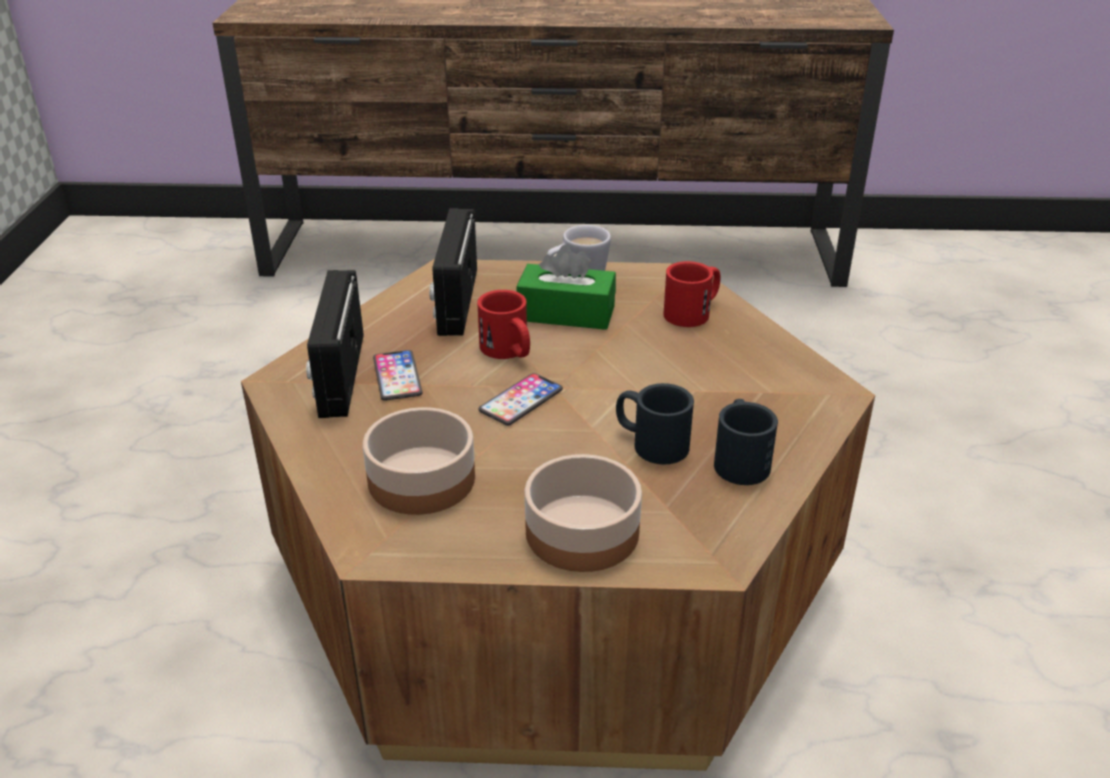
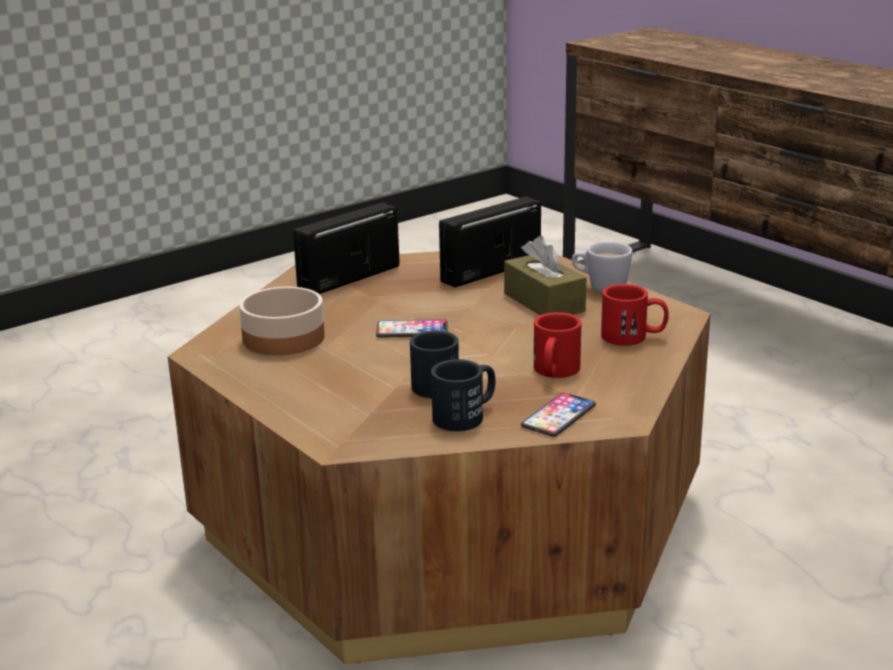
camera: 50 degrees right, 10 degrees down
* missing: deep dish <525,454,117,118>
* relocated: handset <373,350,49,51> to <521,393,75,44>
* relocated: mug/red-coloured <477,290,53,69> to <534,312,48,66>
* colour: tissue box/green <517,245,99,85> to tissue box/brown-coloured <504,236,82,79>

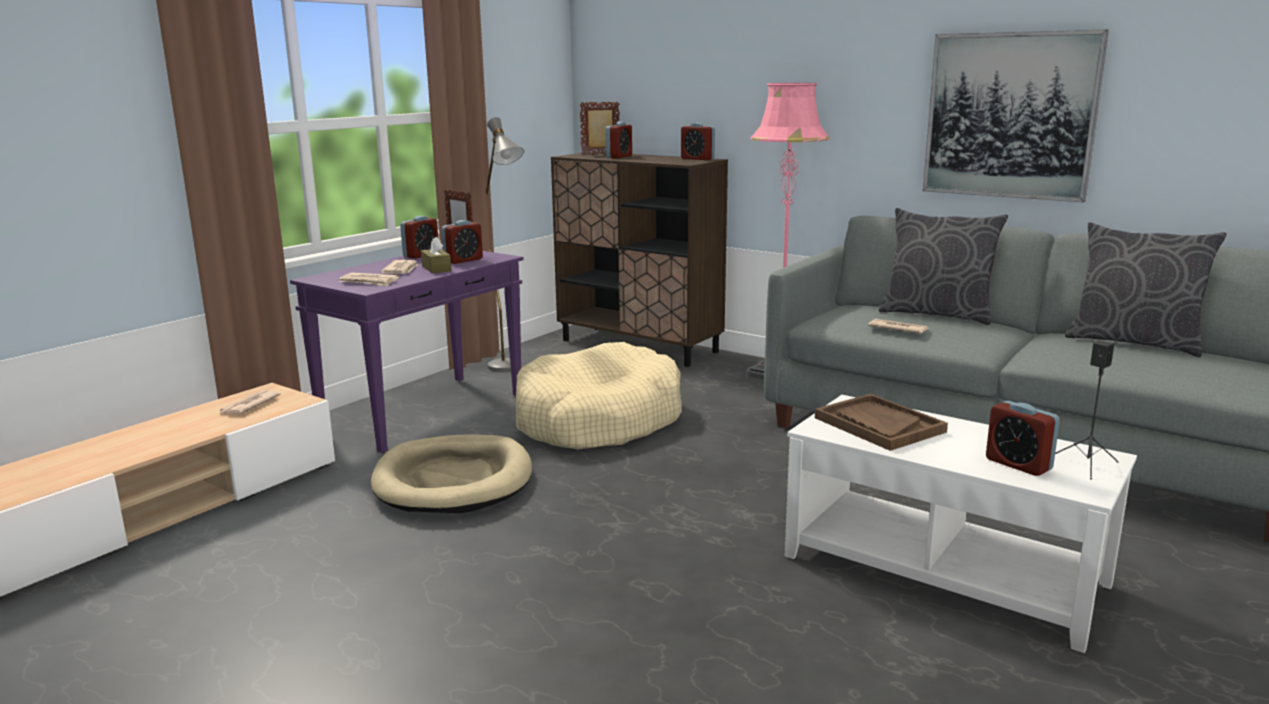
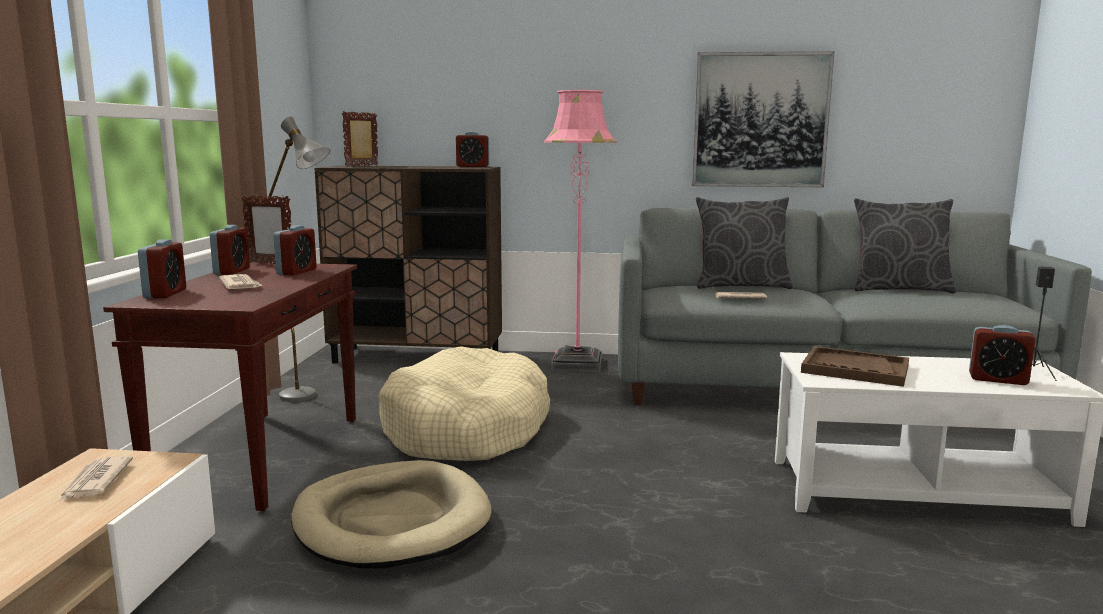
camera: 30 degrees left, 5 degrees down
* missing: newspaper <339,272,60,14>
* missing: tissue box/brown-coloured <421,237,30,36>
* relocated: table clock <606,122,26,36> to <138,239,48,59>
* colour: narrow table/purple <290,247,234,206> to narrow table/brown-coloured <103,262,254,250>

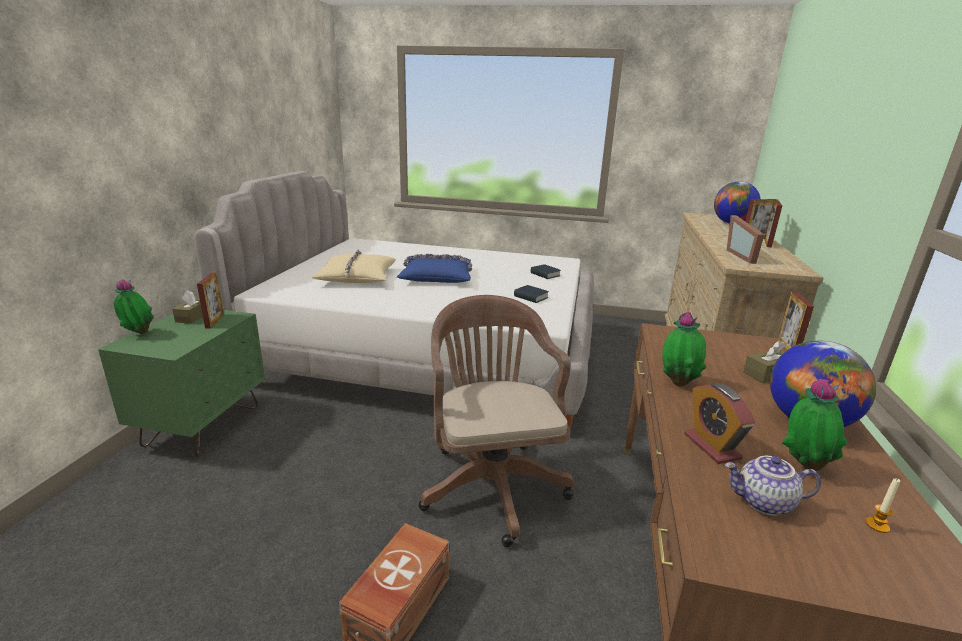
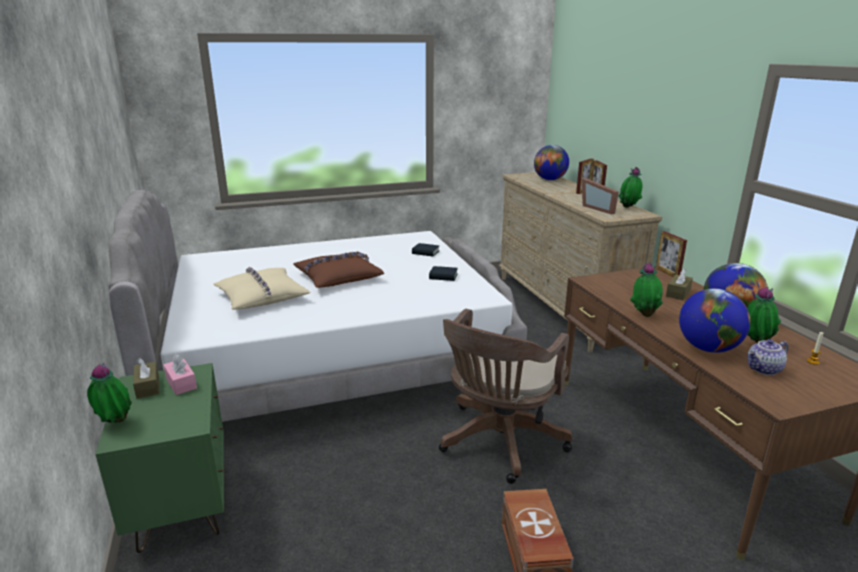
camera: 30 degrees left, 0 degrees up
* appeared: plant in a pot <618,167,24,41>
* exchanged: standing frame <197,272,27,56> to tissue box/pink-coloured <163,354,34,41>
* exchanged: table clock <684,383,71,81> to desk globe <679,289,71,64>
* colour: pillow/bluish <397,254,75,29> to pillow/brown-coloured <293,251,91,37>
* spun: office chair/brown-coloured <419,295,154,252> = <439,309,133,175> 105 degrees counterclockwise

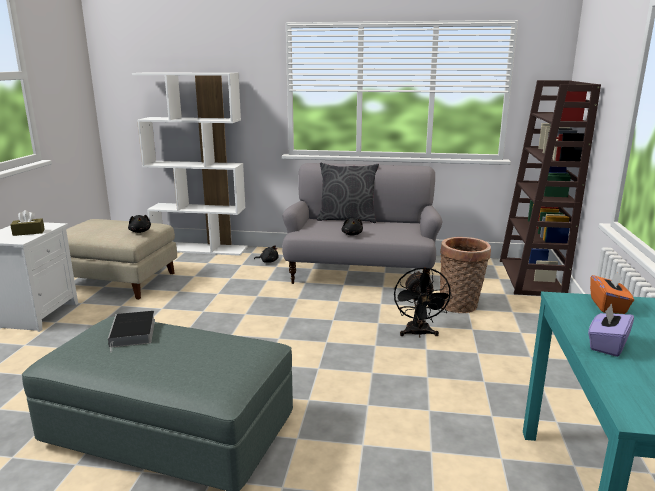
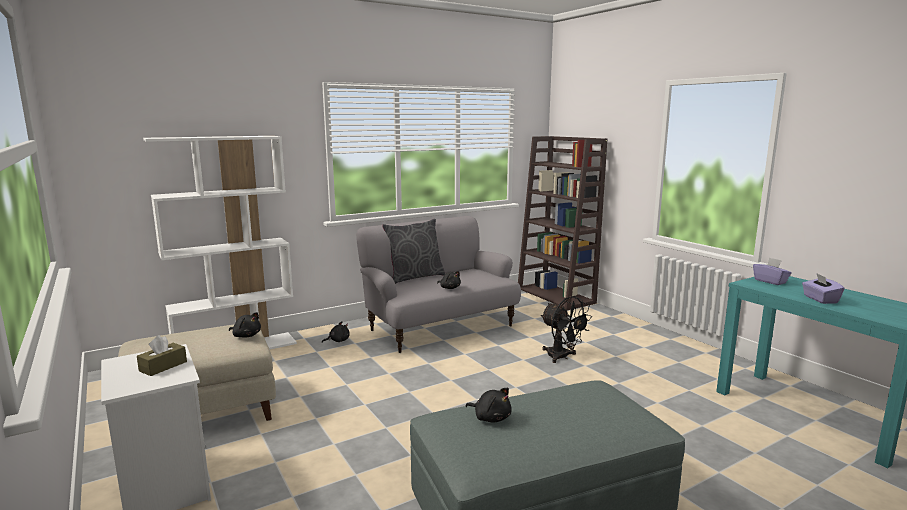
camera: 40 degrees left, 5 degrees down
* missing: household basket <440,237,51,76>
* exchanged: book <108,311,47,42> to plush toy/black-coloured <466,388,46,34>
* colour: tissue box/orangey <590,271,44,43> to tissue box/purple <753,257,38,28>

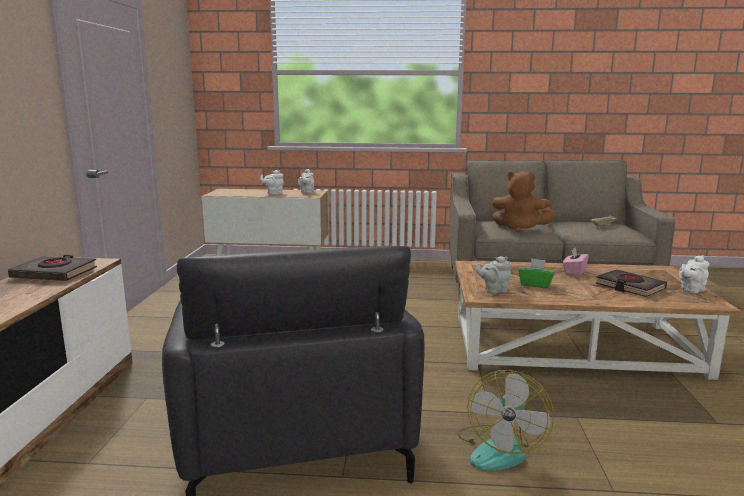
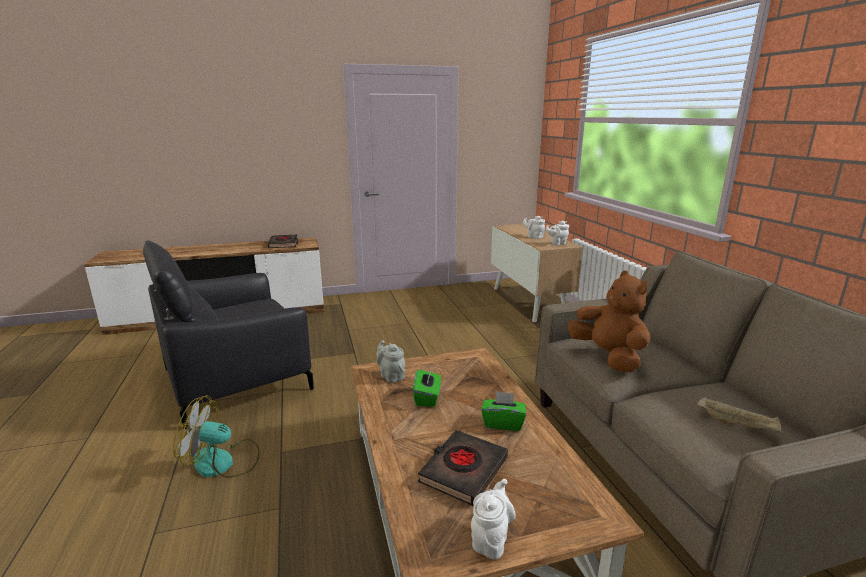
camera: 70 degrees right, 5 degrees up
* colour: tissue box/pink-coloured <563,247,26,29> to tissue box/green <481,391,45,40>
* spun: plush toy/brown-coloured <492,172,64,60> = <568,271,82,101> 150 degrees clockwise
* spun: teapot/white-coloured <679,255,30,38> = <471,479,45,81> 75 degrees clockwise

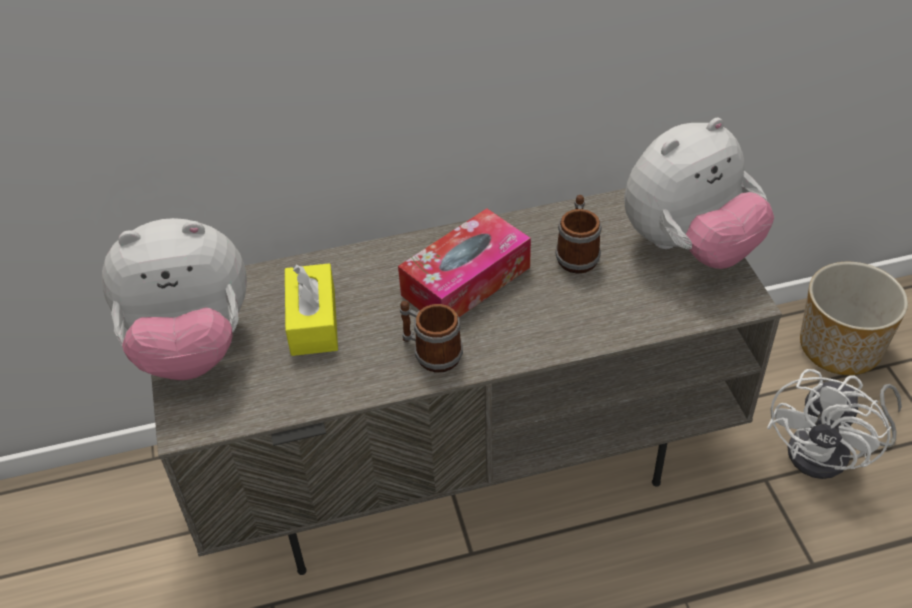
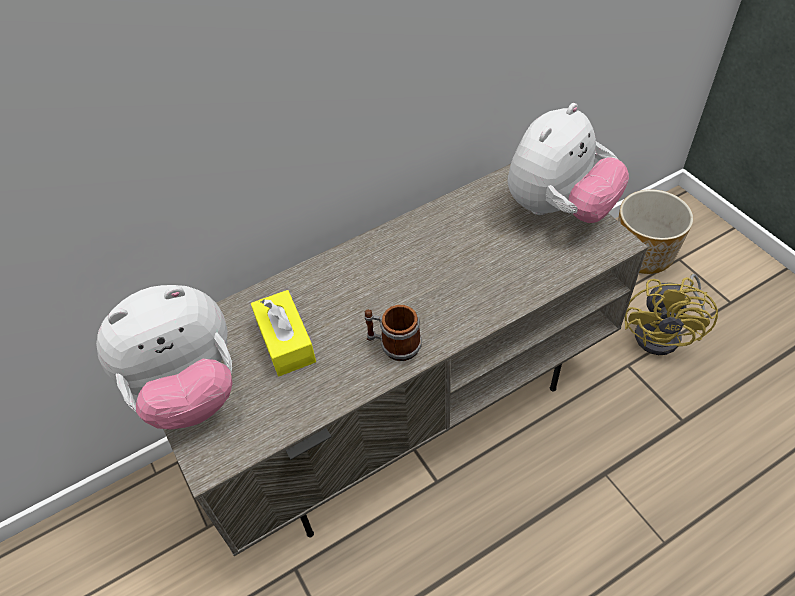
camera: 15 degrees left, 5 degrees up
* missing: tissue box <398,208,133,109>
* missing: mug <555,195,47,79>
* colour: electric fan/white-coloured <767,369,135,110> to electric fan/yellow-coloured <625,274,93,81>

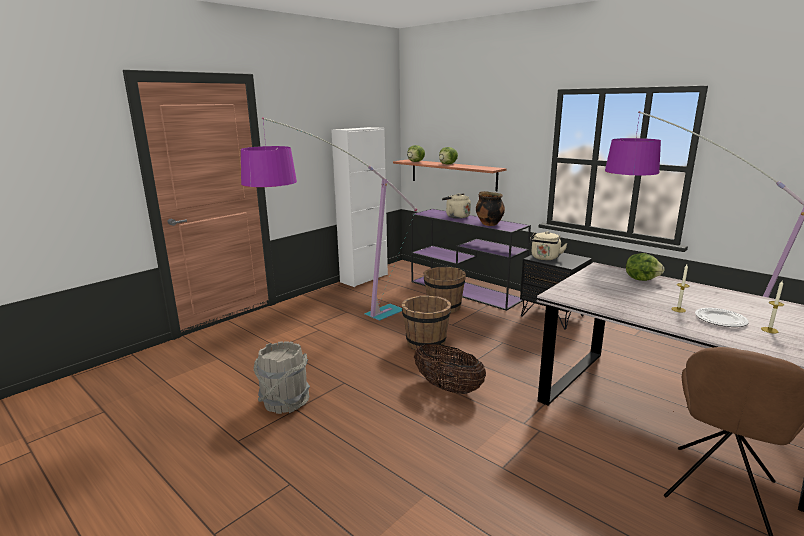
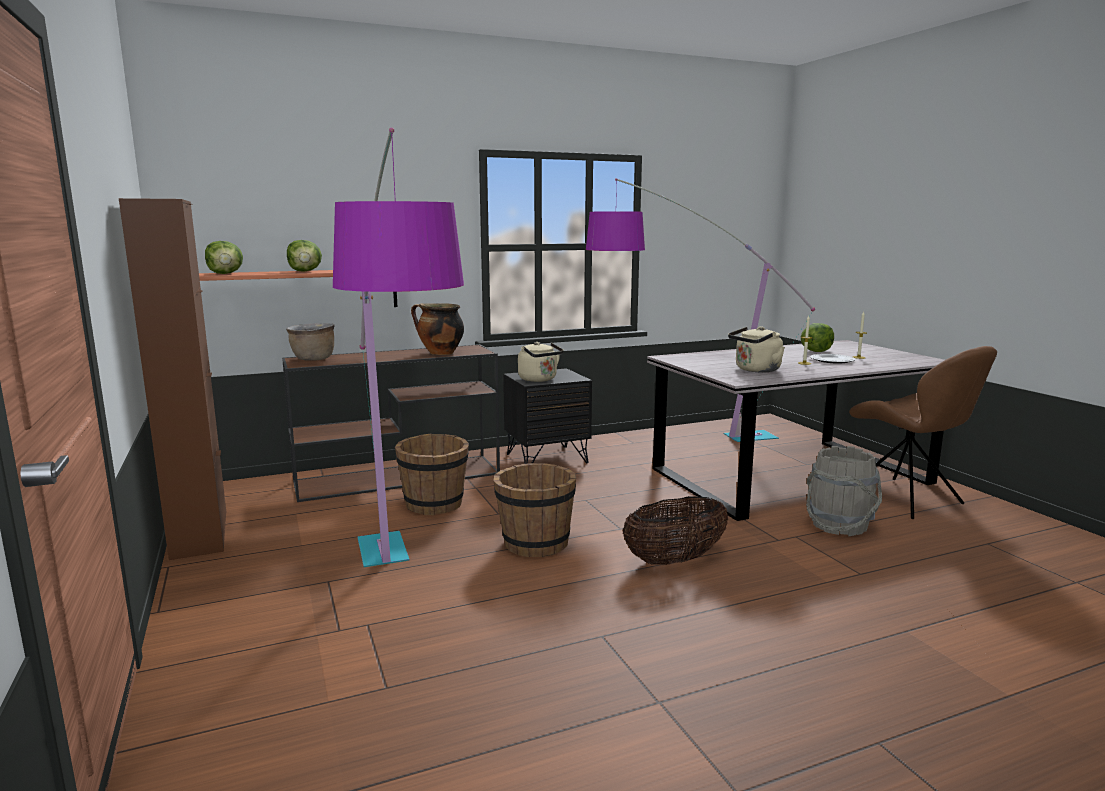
camera: 65 degrees left, 5 degrees down
* appeared: saucepot/brown-coloured <286,323,49,38>
* relocated: water bucket/greyish <253,341,57,73> to <806,446,76,90>
* relocated: tea kettle/beige <442,193,29,26> to <728,326,57,46>
* relocated: lettuce <626,253,39,28> to <801,323,33,29>
* colour: storage cabinet/white-coloured <331,127,57,160> to storage cabinet/brown-coloured <119,198,107,362>
* colour: narrow table/purple <411,209,120,102> to narrow table/brown-coloured <282,344,218,158>

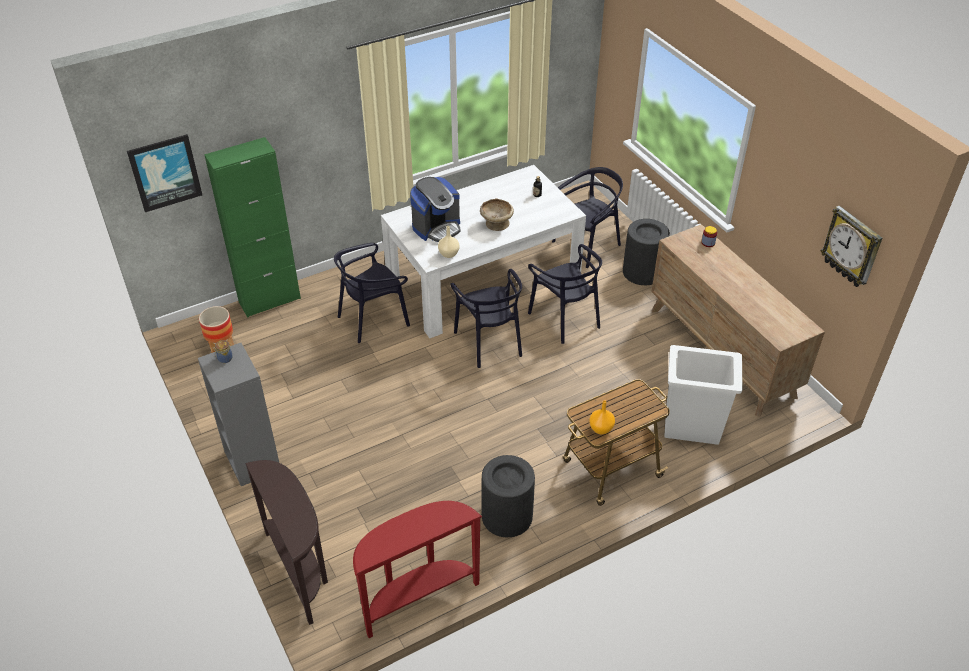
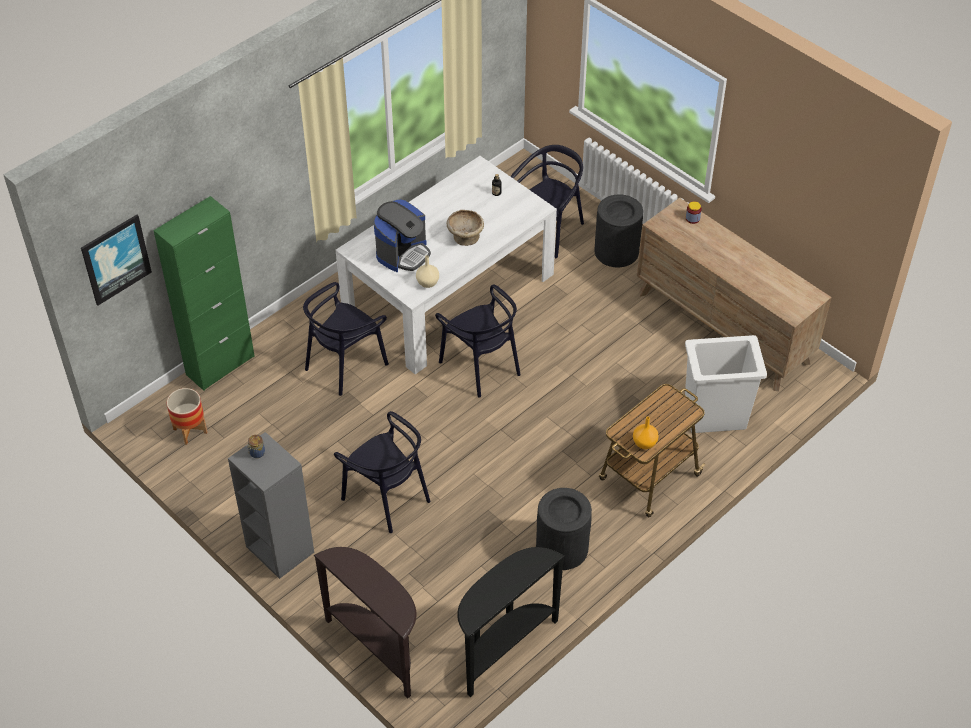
camera: 15 degrees left, 5 degrees up
* missing: wall clock <820,206,62,81>
* relocated: upright chair/black-coloured <528,244,74,100> to <334,411,96,122>
* colour: narrow table/red-coloured <353,501,129,137> to narrow table/black-coloured <457,547,108,150>

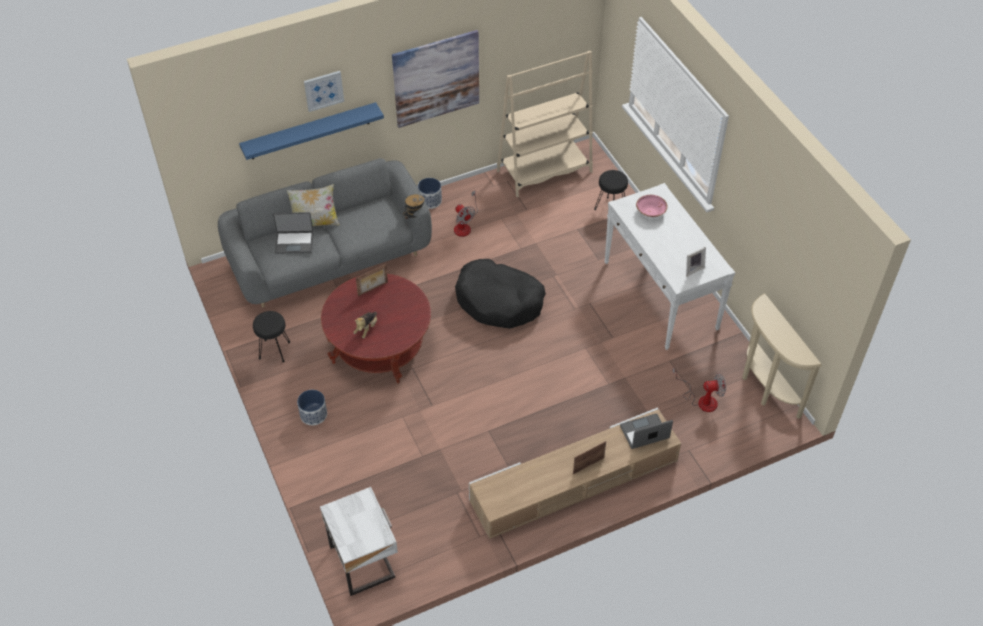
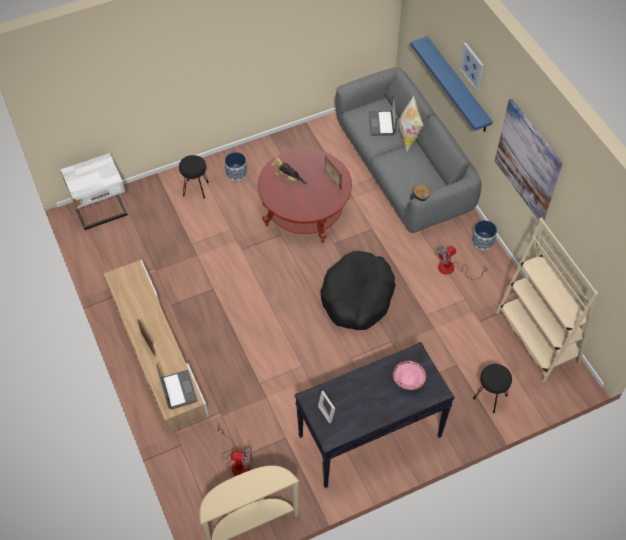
camera: 90 degrees right, 5 degrees up
* relocated: stool seat/black-coloured <253,311,37,51> to <179,155,30,43>
* colour: narrow table/white-coloured <605,183,130,167> to narrow table/black-coloured <295,342,159,146>
* spun: electric fan <673,367,53,45> = <217,425,35,51> 75 degrees counterclockwise

